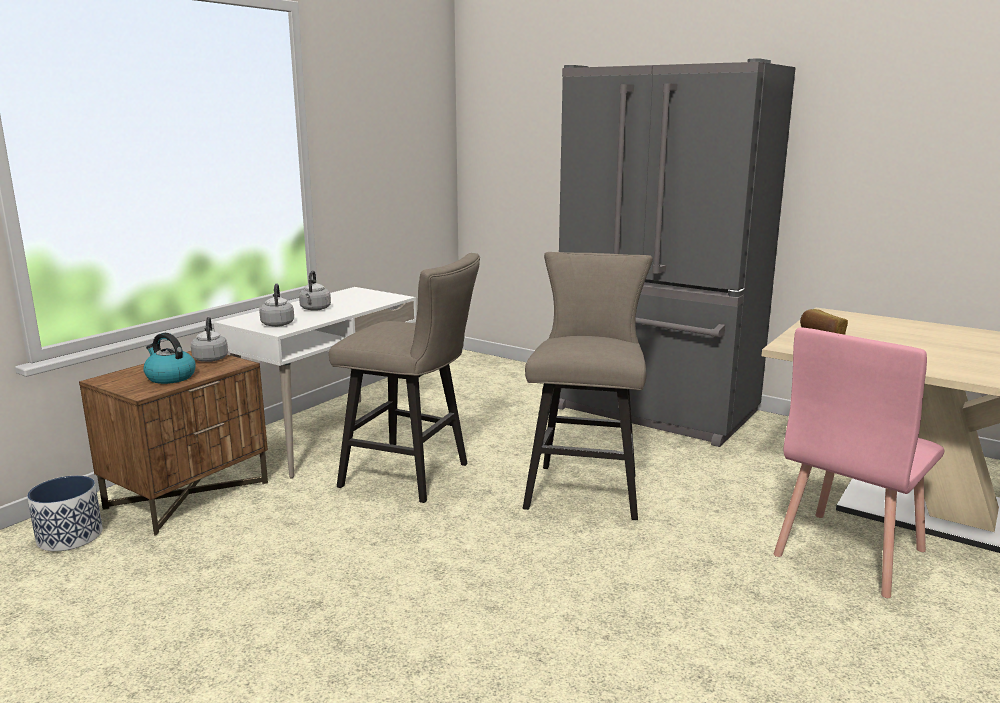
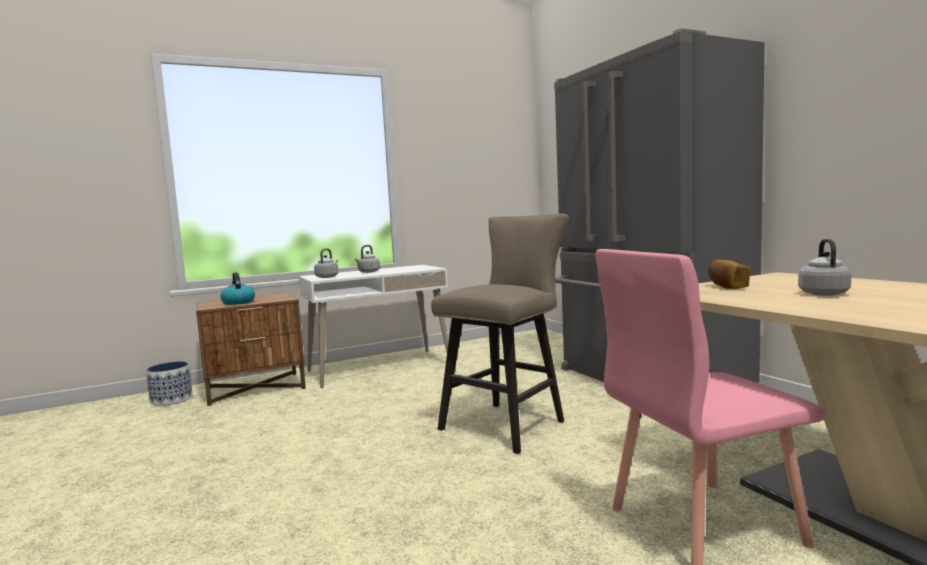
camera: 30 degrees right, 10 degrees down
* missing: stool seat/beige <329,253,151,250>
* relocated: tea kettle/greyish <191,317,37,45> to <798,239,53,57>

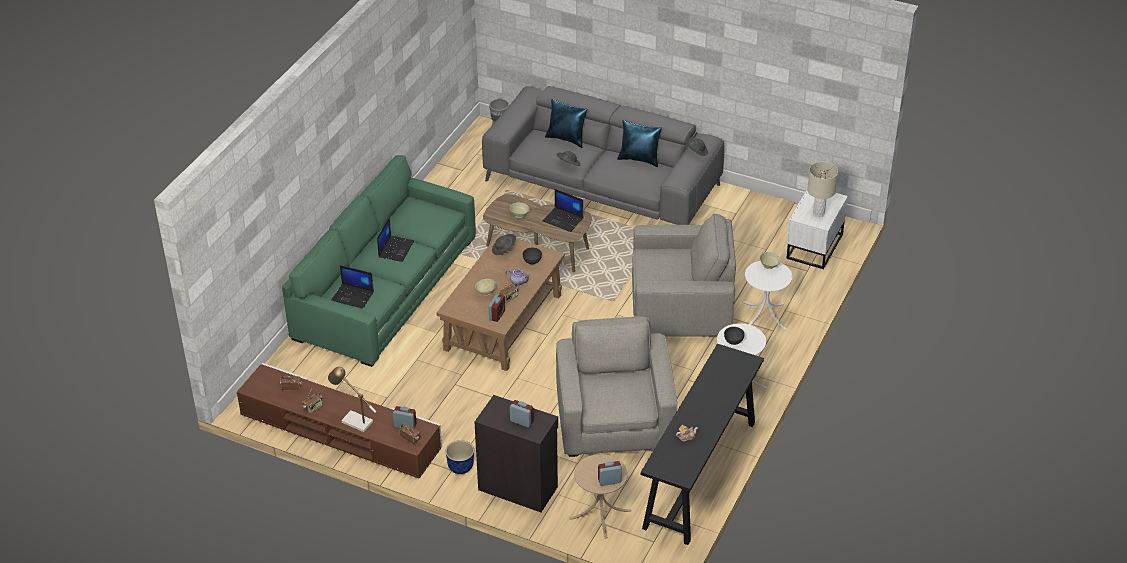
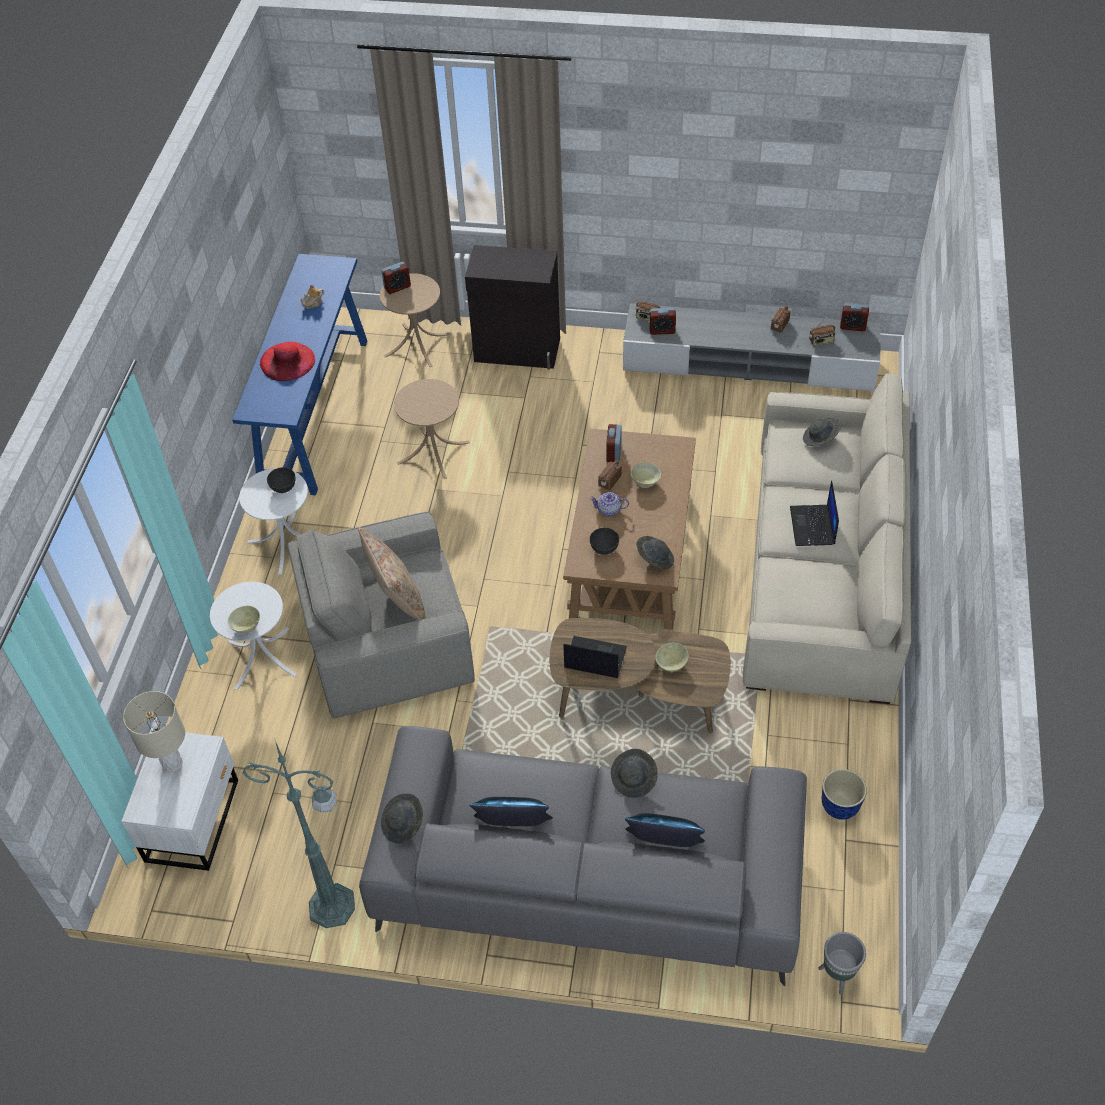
camera: 165 degrees right, 10 degrees up
* missing: lamp for a table <328,367,48,65>
* appeared: standard lamp/green <243,741,112,187>
* appeared: hat/red-coloured <260,342,55,39>
* appeared: pillow/beige <358,527,68,93>
* relocated: plant pot <446,440,28,34> to <822,769,45,51>
* relocated: table clock <510,400,24,28> to <840,303,29,28>
* exchanged: notebook computer <331,265,43,44> to hat/greyish <803,418,39,28>
* exchanged: armchair/greyish <556,317,121,140> to accent table/beige <394,379,76,100>
* colour: tv unit/brown-coloured <237,363,205,116> to tv unit/greyish <623,303,258,88>
* colour: couch/green <282,155,194,212> to couch/beige <742,373,169,331>
* colour: narrow table/black-coloured <641,344,123,201> to narrow table/bluish <232,254,135,241>

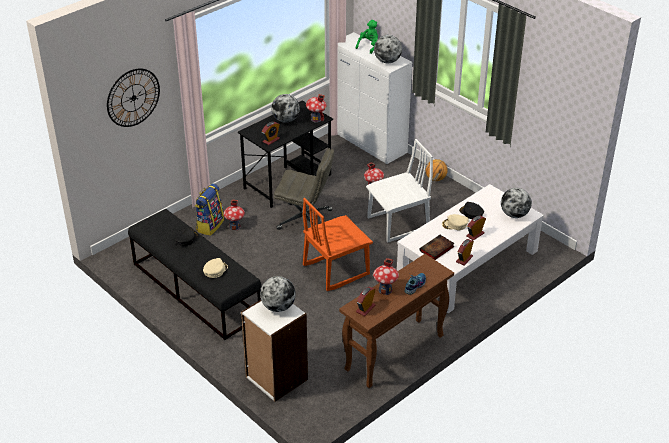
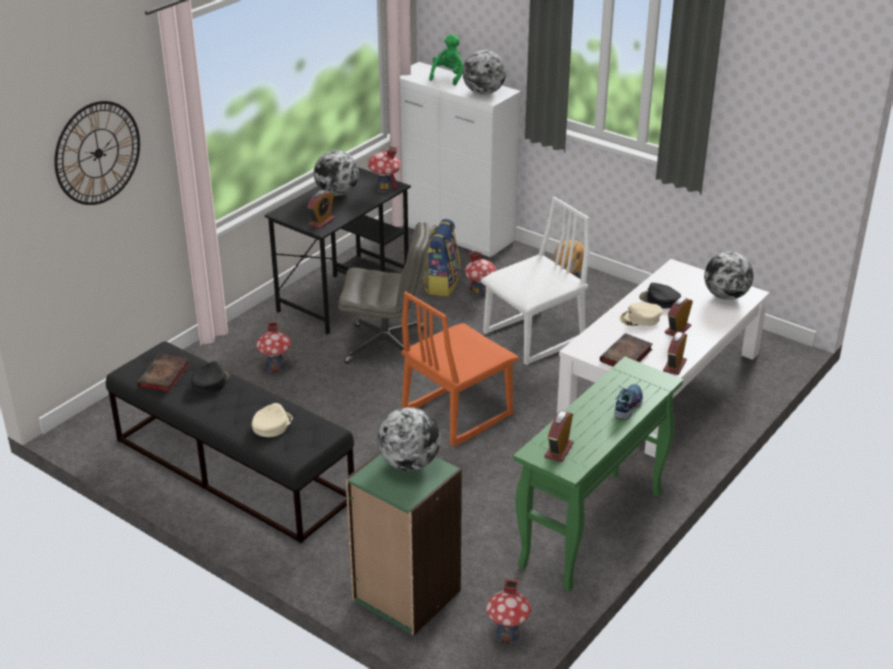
camera: 10 degrees left, 5 degrees down
* appeared: book <137,353,53,40>
* relocated: knapsack <195,184,29,52> to <423,219,37,78>
* relocated: model house <373,258,26,37> to <486,578,46,66>
* colour: bookcase/white-coloured <241,300,67,102> to bookcase/green <345,452,117,184>
* colour: narrow table/brown-coloured <339,254,115,134> to narrow table/green <513,357,170,235>

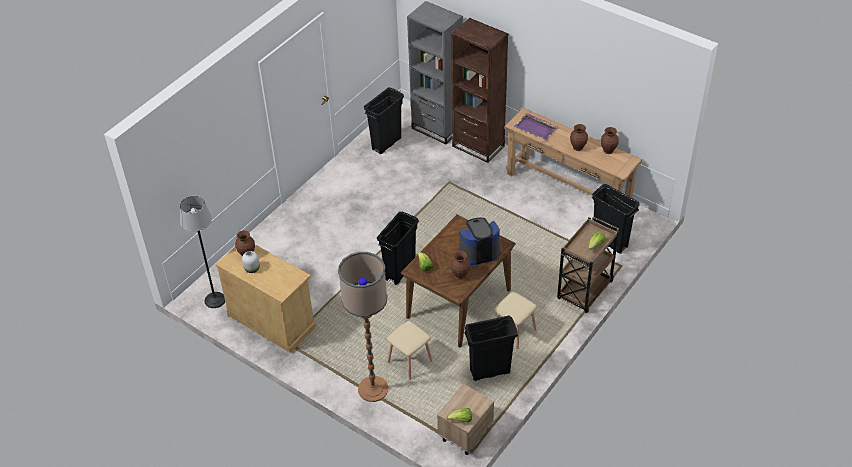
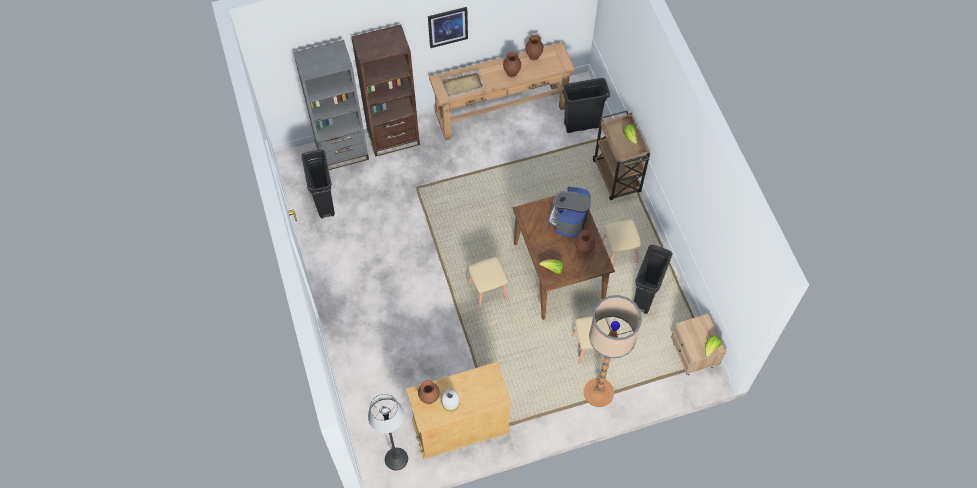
camera: 55 degrees left, 15 degrees up
* appeared: wall picture <428,7,40,41>
* exchanged: waste bin/black-coloured <377,212,42,73> to stool seat/beige <468,257,40,52>
* colour: serving tray/purple <514,113,44,27> to serving tray/beige <440,69,45,30>

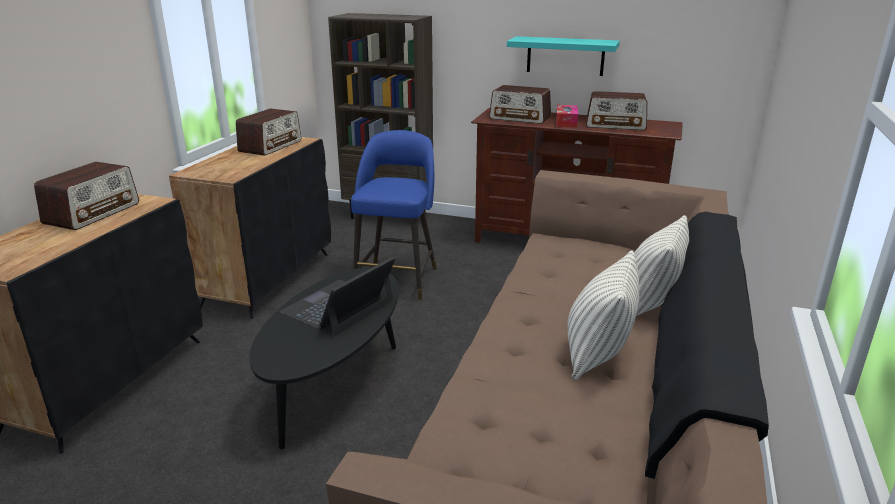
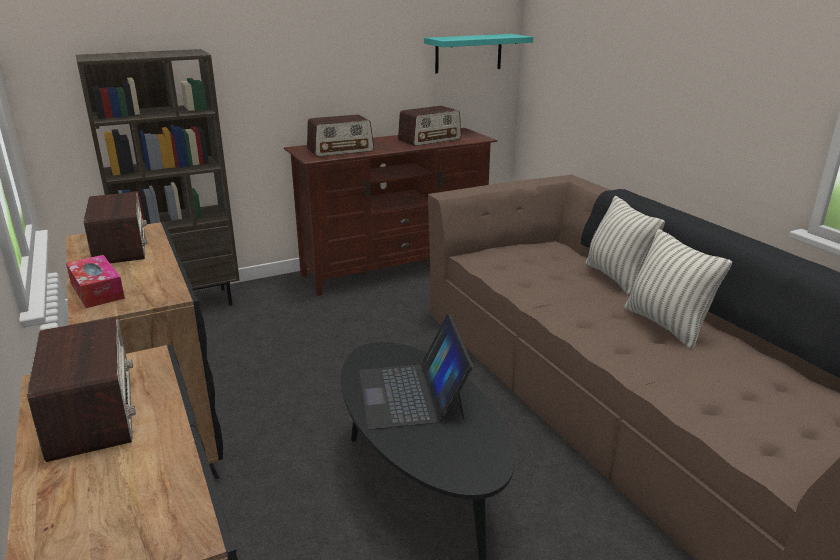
camera: 45 degrees left, 0 degrees up
* missing: stool seat/bluish <351,130,86,170>
* relocated: shelf/turquoise-coloured <507,36,113,40> to <424,34,109,39>
* relocated: tissue box <556,105,22,23> to <66,255,59,53>

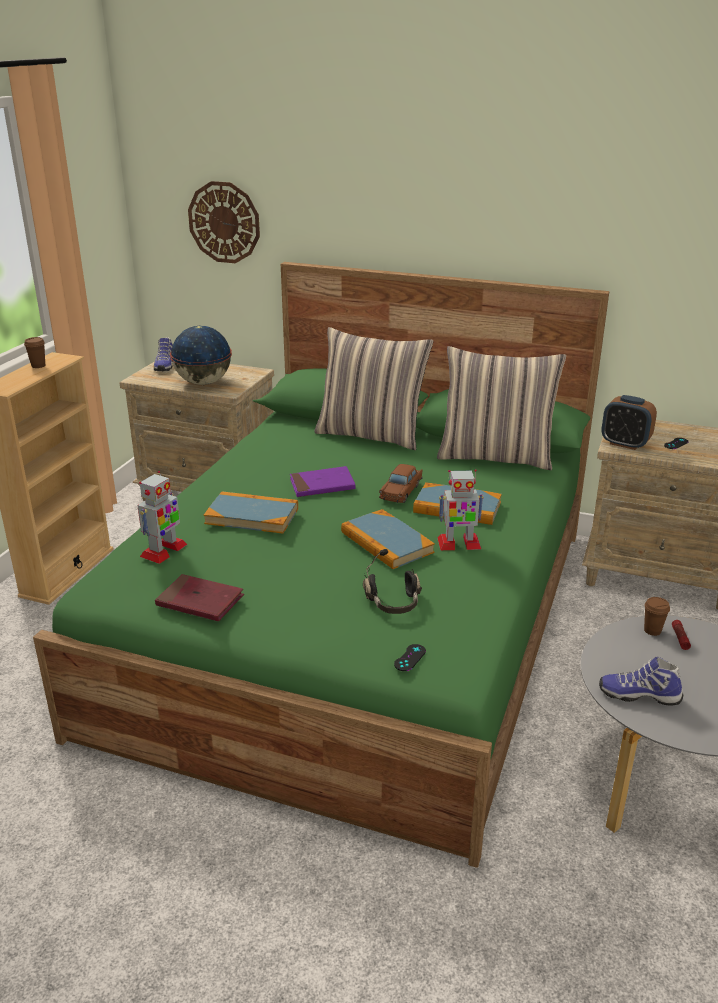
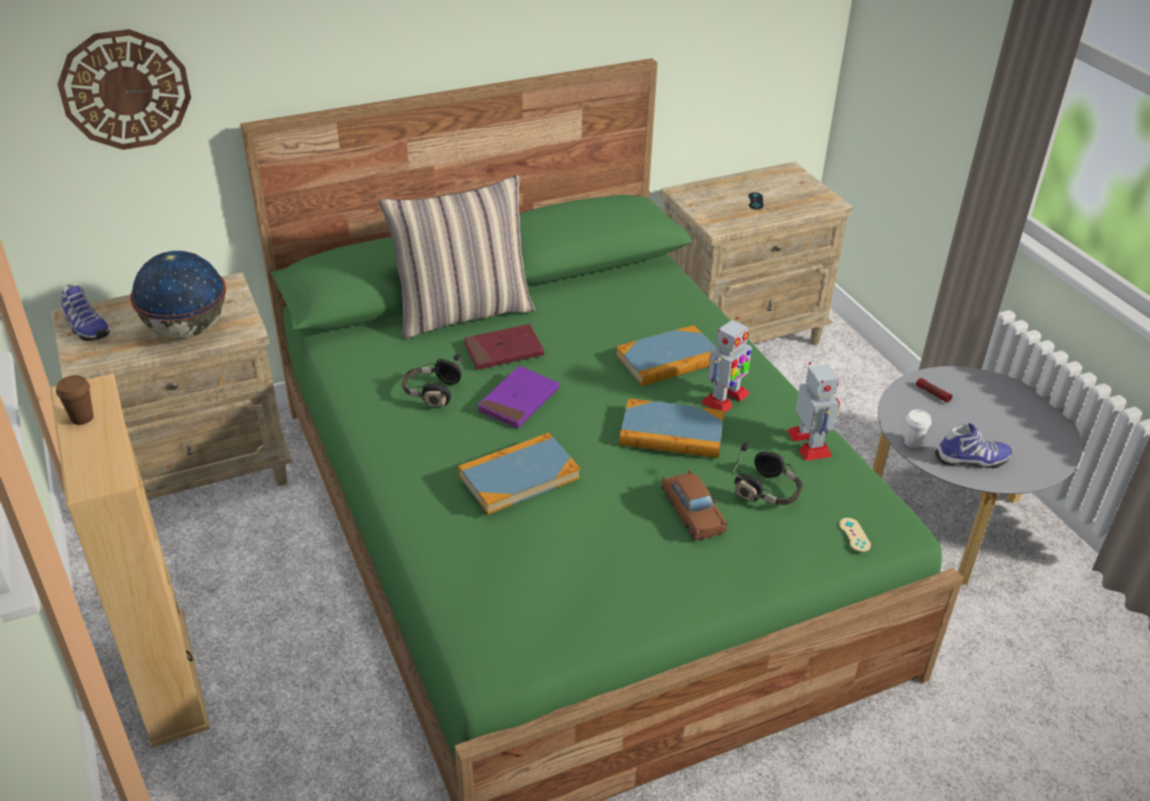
camera: 45 degrees left, 10 degrees up
* missing: pillow <437,346,129,124>
* missing: table clock <601,395,56,55>
* missing: cup/brown-coloured <644,597,26,39>
* appeared: pair of headphones/black-coloured <402,354,61,53>
* appeared: cup/white-coloured <904,409,28,39>
* relocated: robot figure <137,471,50,93> to <787,362,53,99>
* relocated: book/red-coloured <155,574,89,47> to <464,324,80,46>
* relocated: model car/brown-coloured <379,464,43,39> to <661,470,67,70>
* colour: joypad/black-coloured <394,644,32,27> to joypad/beige <839,518,32,34>
* spun: shoe <599,656,84,50> = <935,423,77,45> 150 degrees counterclockwise

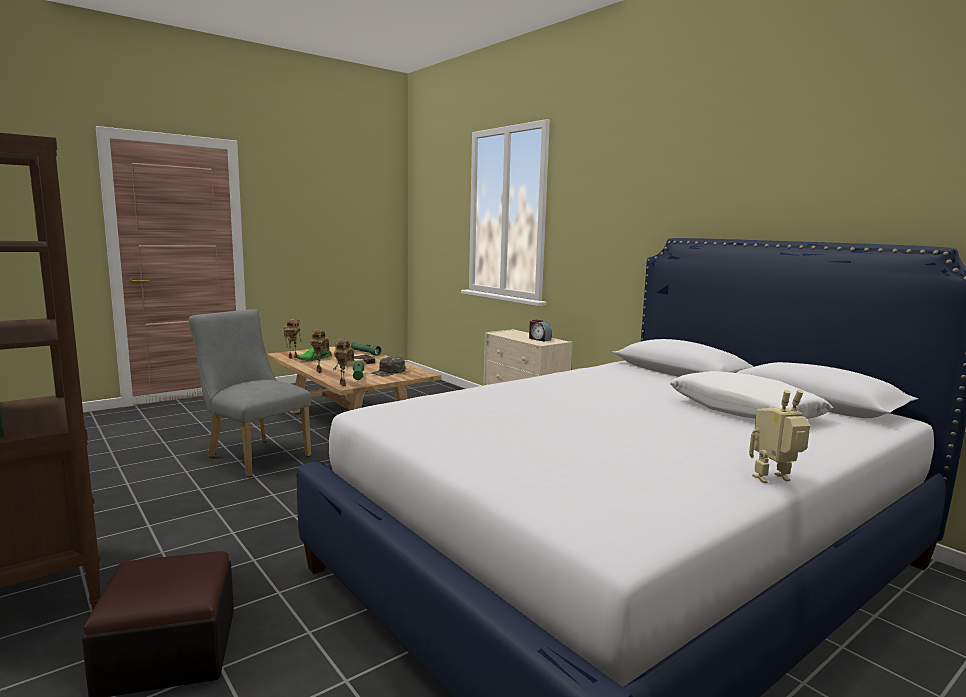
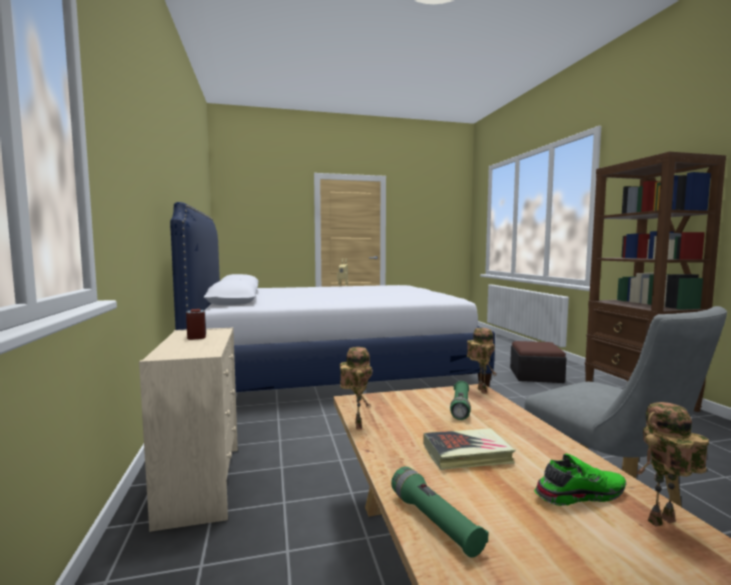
camera: 155 degrees left, 5 degrees down
* missing: baseball cap/green <370,356,35,20>
* missing: pillow/white-coloured <670,371,163,48>
* relocated: robot figure <311,329,19,44> to <340,347,32,82>

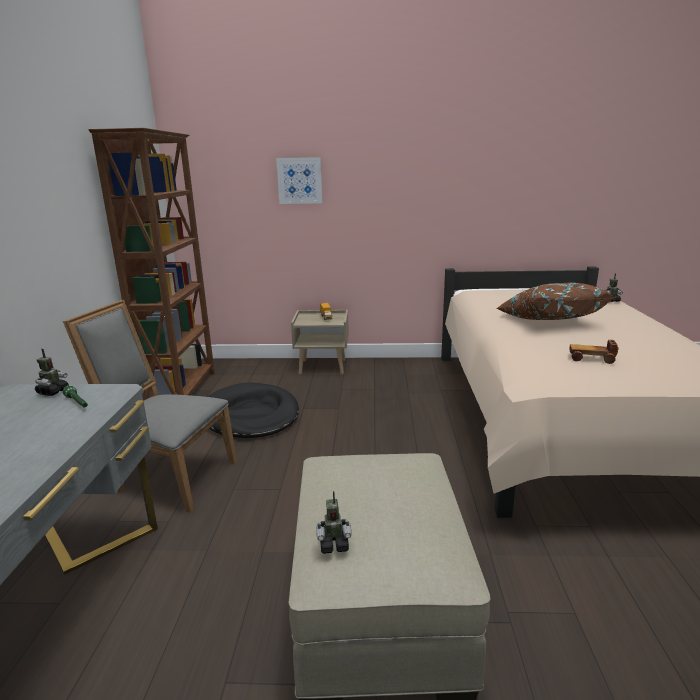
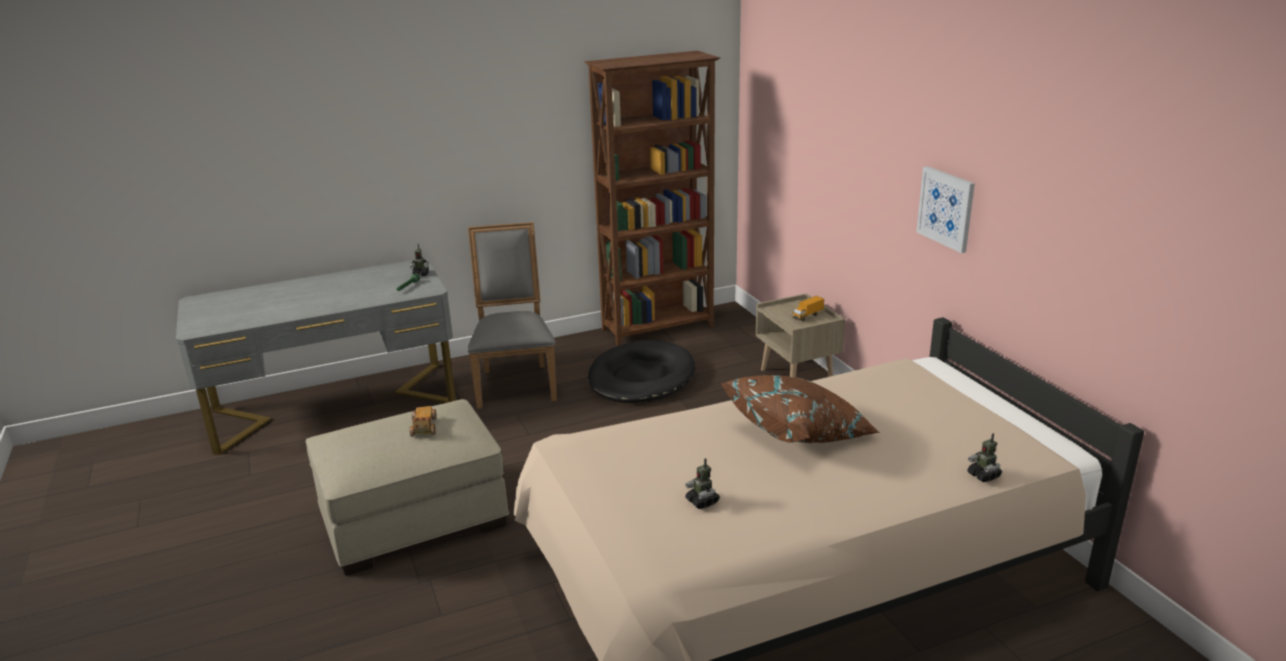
camera: 65 degrees right, 5 degrees up
* relocated: wall picture <276,157,46,47> to <916,166,59,87>
* relocated: robot figure <316,491,36,63> to <685,458,35,51>
* relocated: model car <569,340,50,24> to <410,406,26,31>

